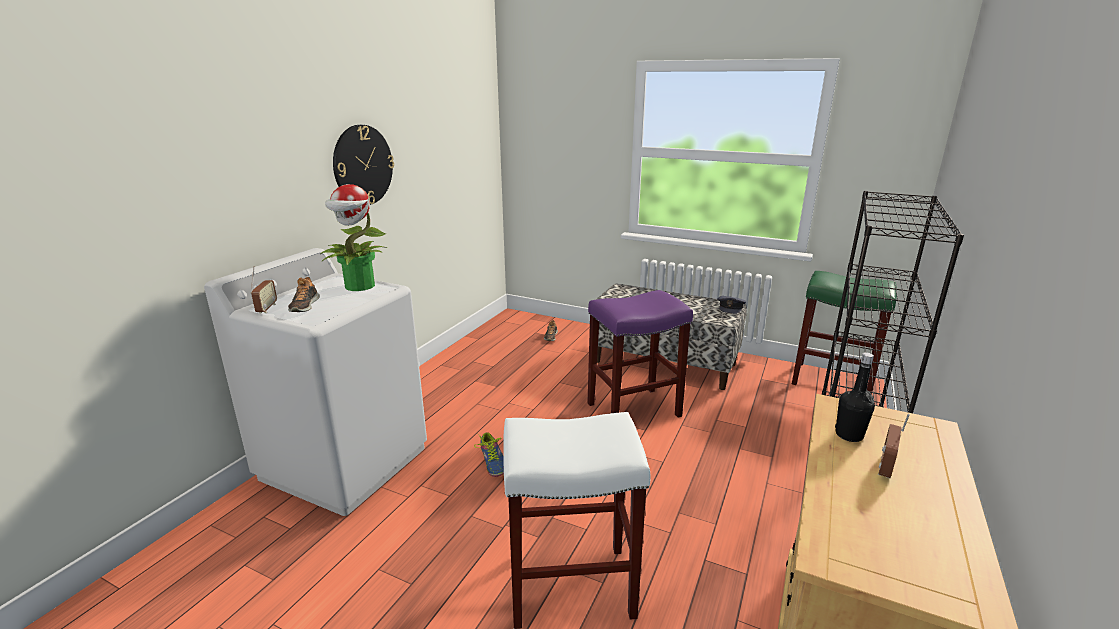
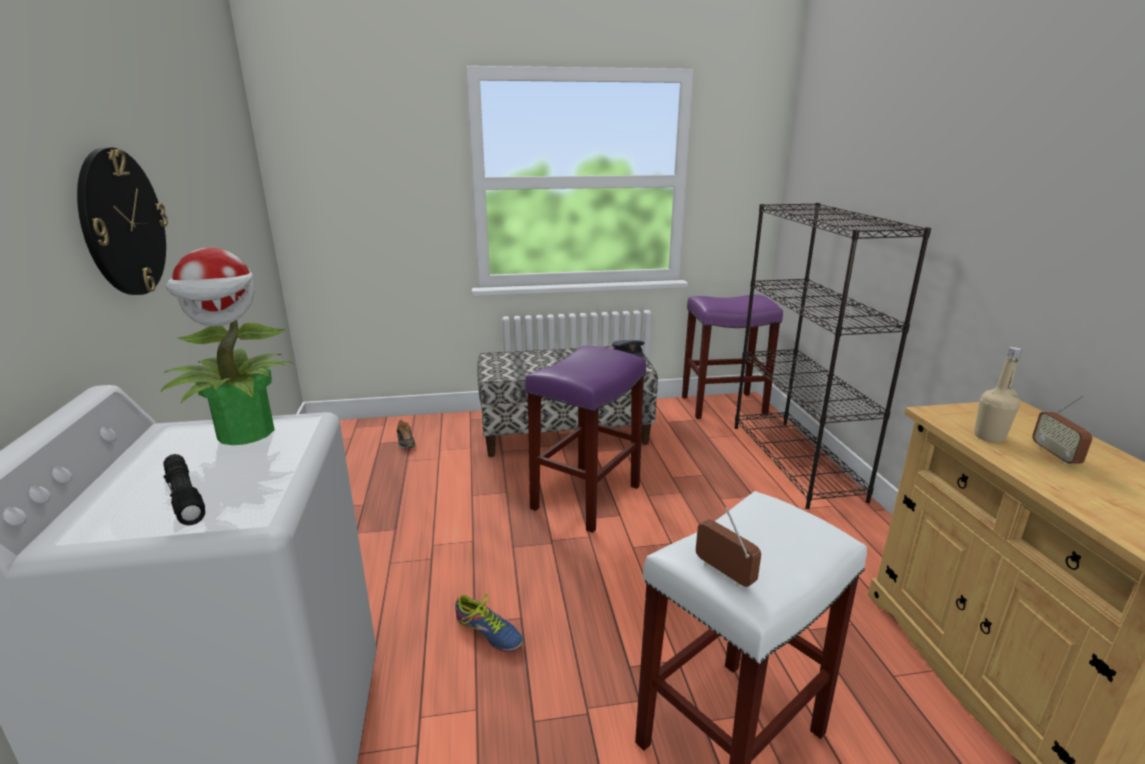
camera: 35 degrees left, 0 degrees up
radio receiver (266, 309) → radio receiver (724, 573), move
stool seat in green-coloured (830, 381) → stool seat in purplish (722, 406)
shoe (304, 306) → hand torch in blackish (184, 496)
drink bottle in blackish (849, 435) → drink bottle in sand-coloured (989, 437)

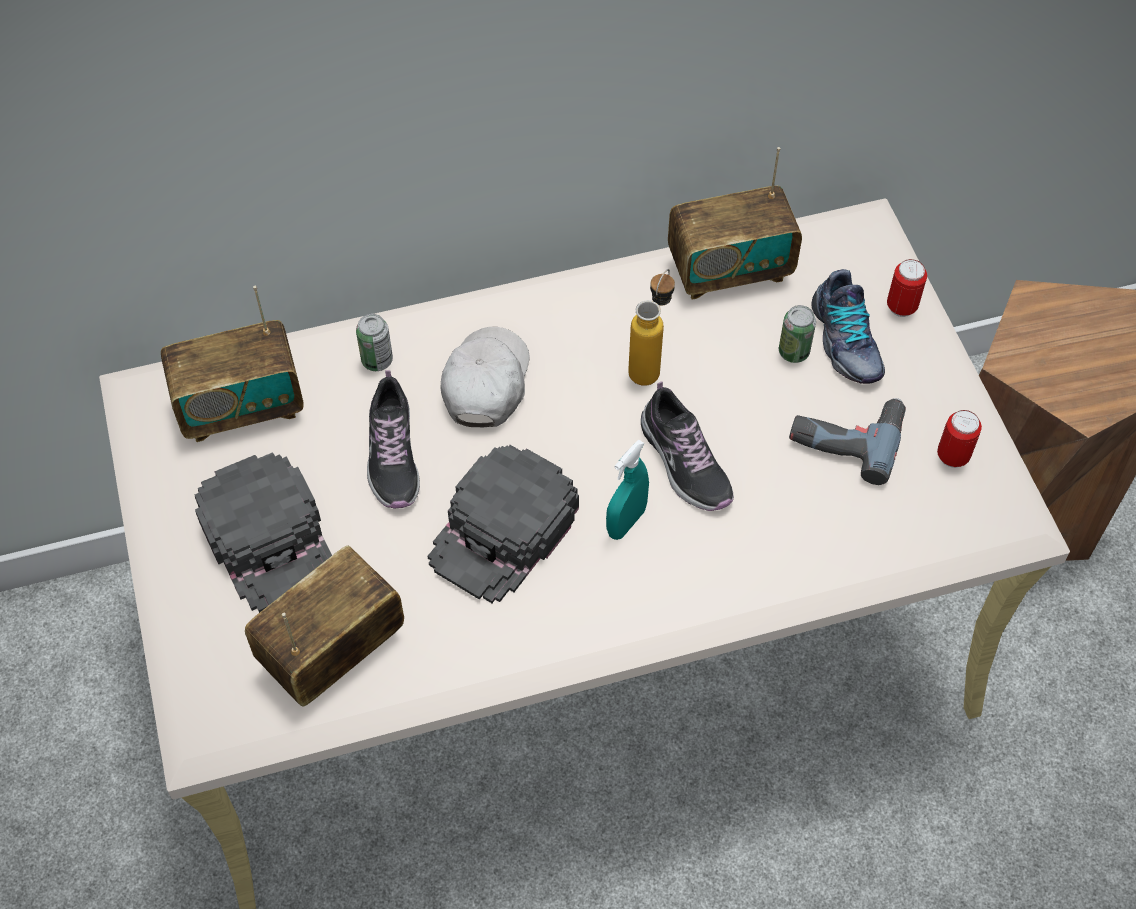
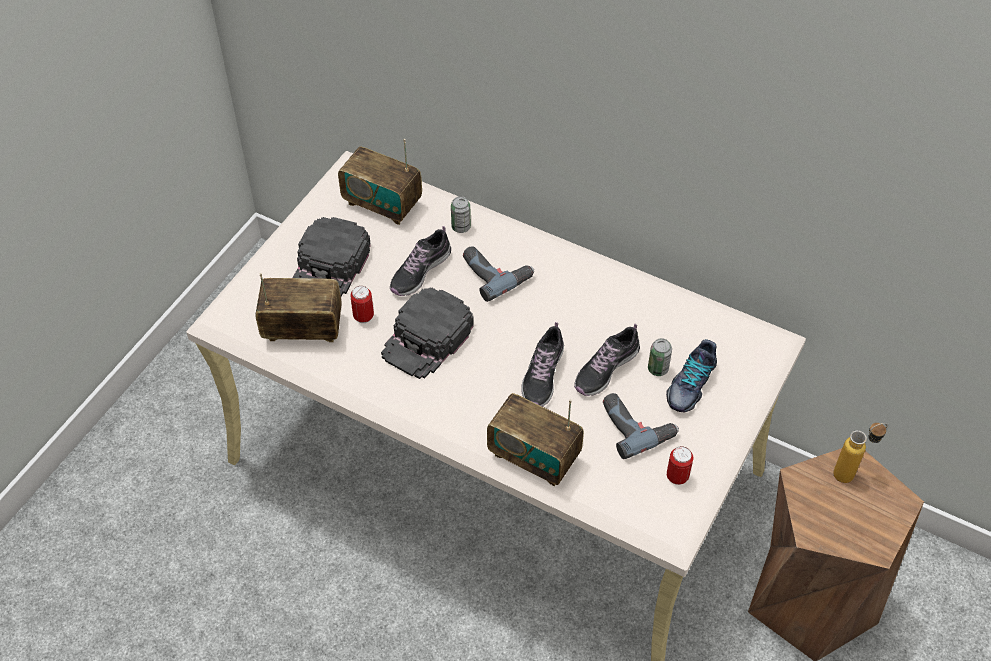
camera: 45 degrees right, 5 degrees down
radio receiver (729, 270) → radio receiver (534, 456), move
sealed can (901, 307) → sealed can (363, 317), move
drink bottle (650, 364) → drink bottle (851, 473), move
cap in white (485, 383) → power drill (495, 272)
sprayer in turquoise-coloured (626, 522) → -
cap in blackish (503, 531) → cap in blackish (427, 339), 45 degrees counterclockwise
- → shoe (606, 369)

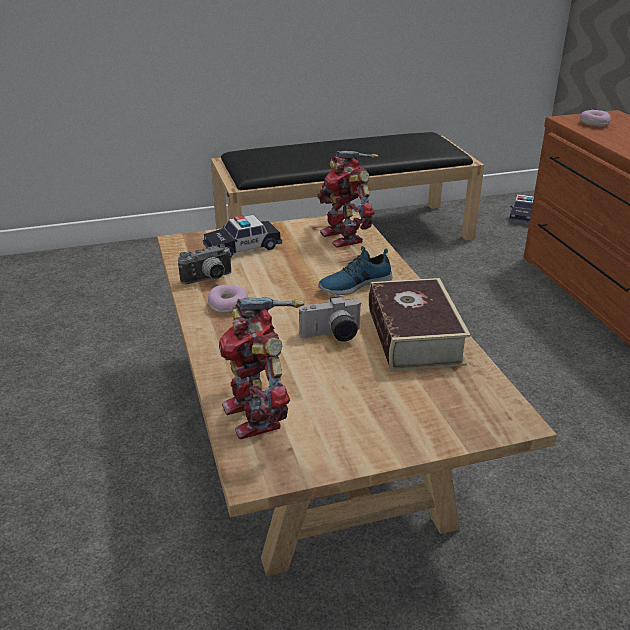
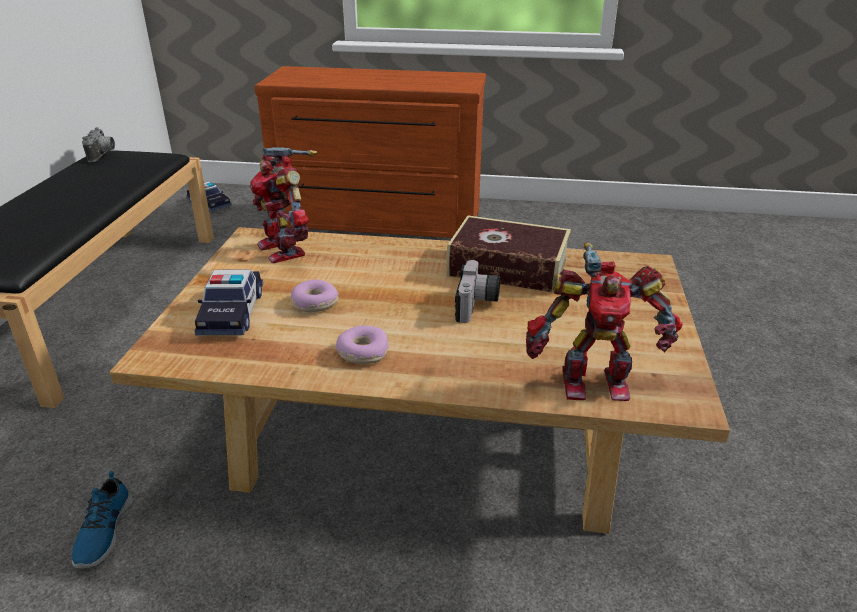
camera: 65 degrees left, 0 degrees up
ring doughnut (594, 123) → ring doughnut (314, 303), move
toy robot (344, 236) → toy robot (285, 249), 60 degrees clockwise
photo camera (209, 280) → photo camera (103, 155), move
shoe (354, 284) → shoe (102, 531), move

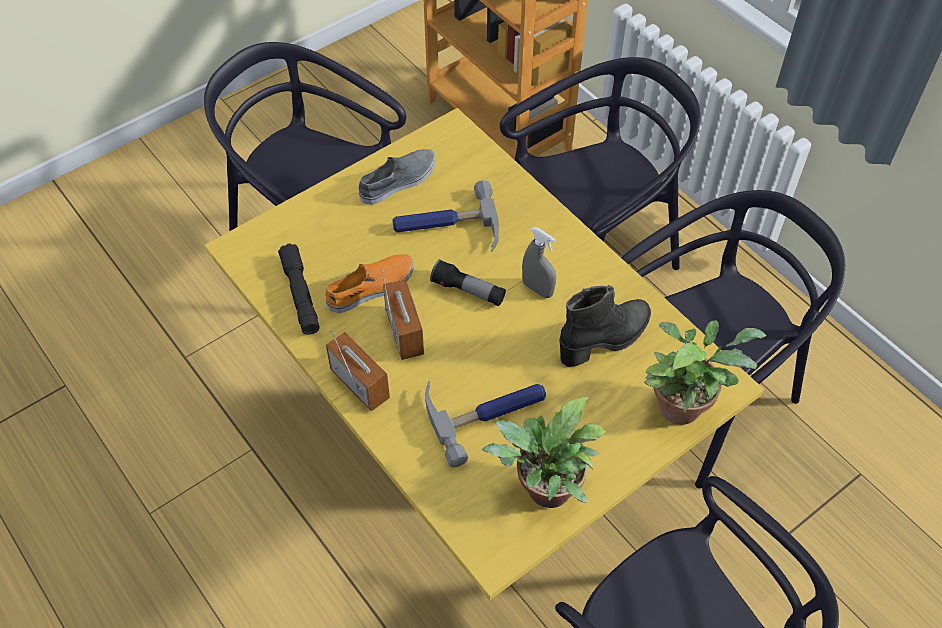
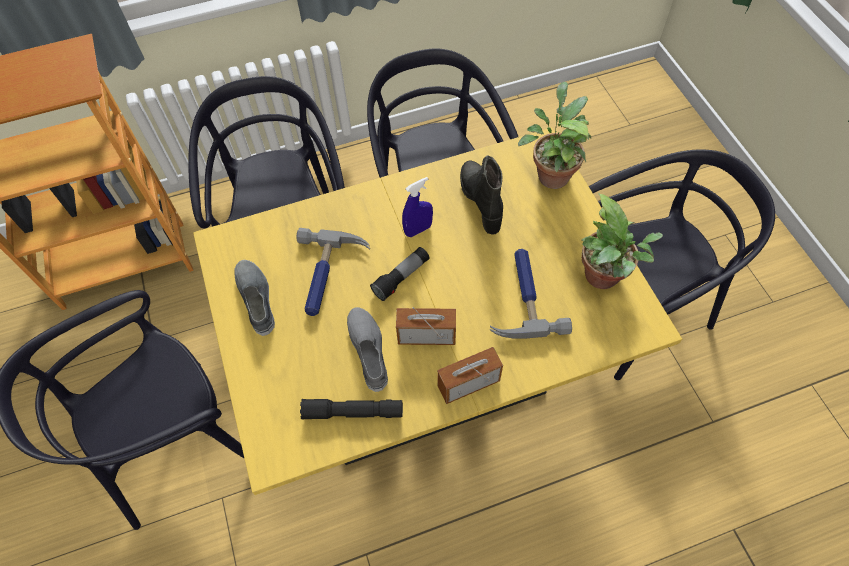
camera: 70 degrees left, 5 degrees up
sprayer in greyish (537, 289) → sprayer in blue-coloured (418, 230)
shoe in orange-coloured (371, 288) → shoe in greyish (369, 350)

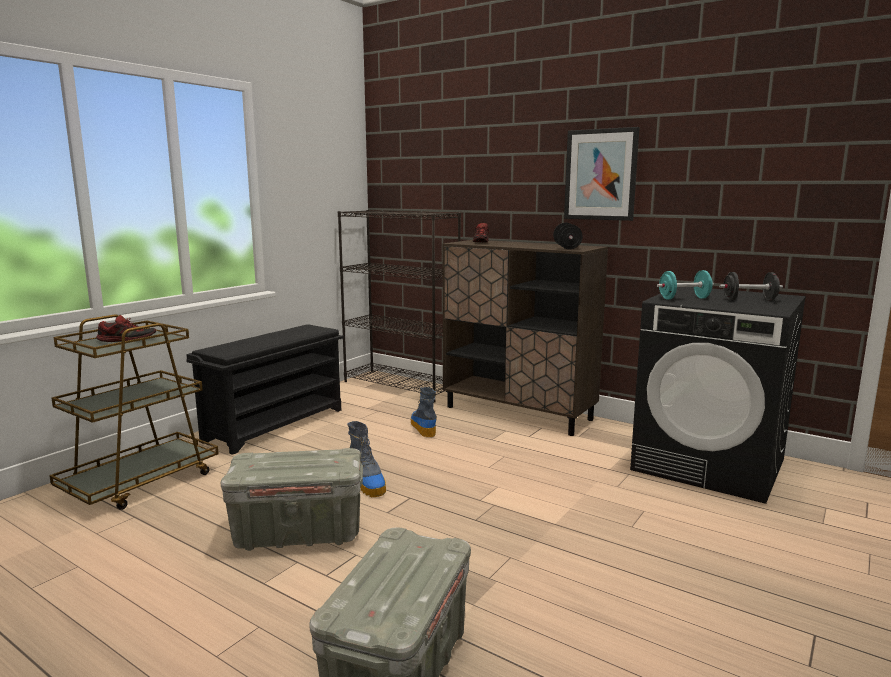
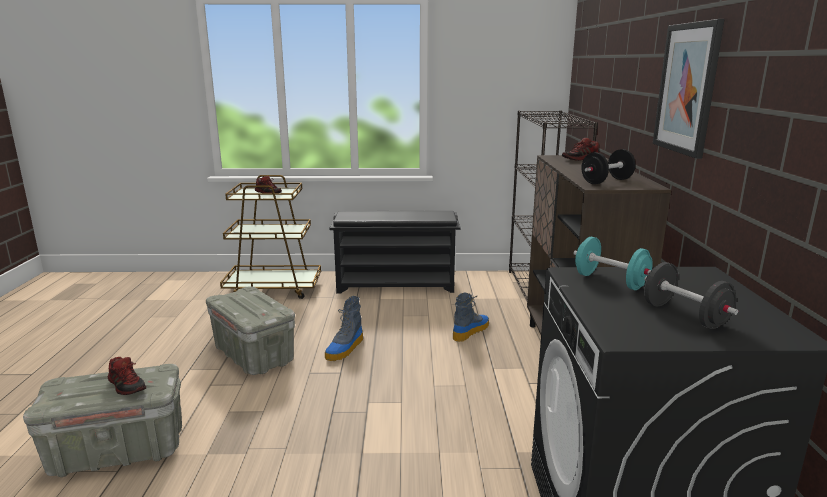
camera: 55 degrees right, 5 degrees up
- → shoe (128, 385)

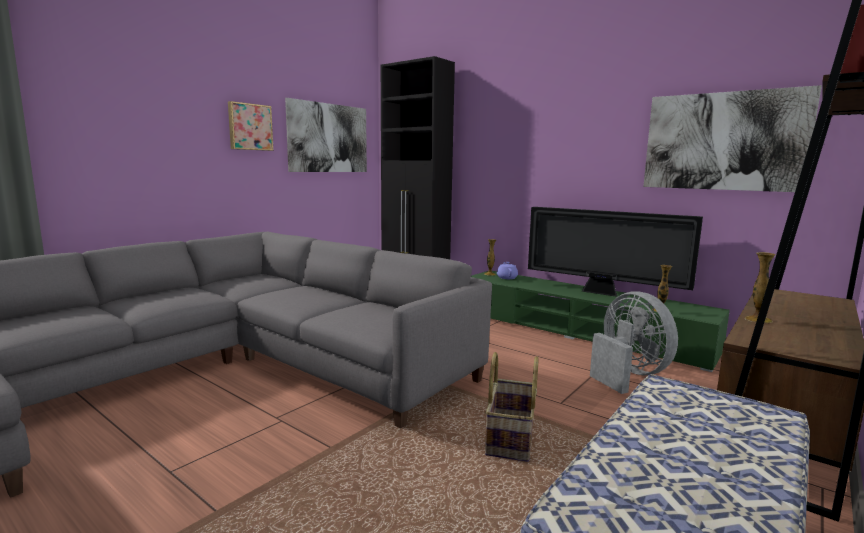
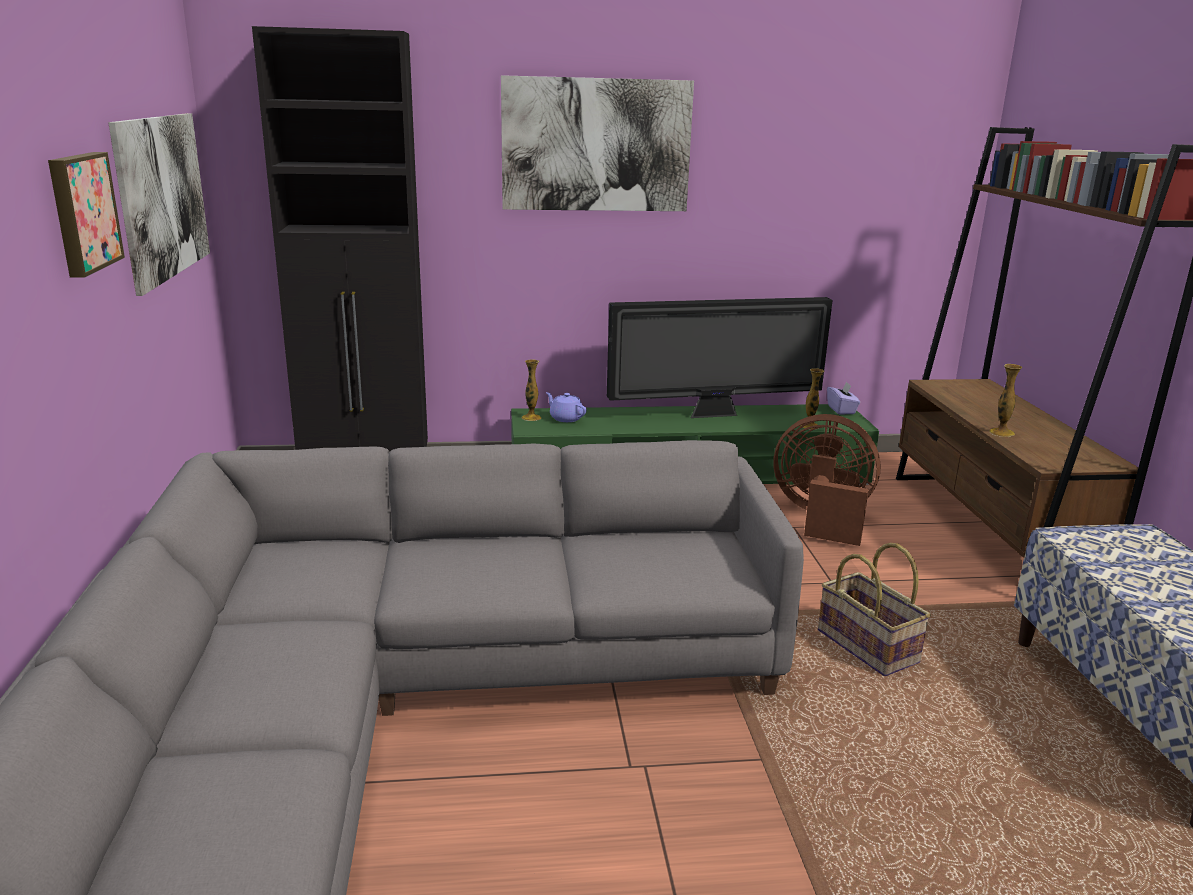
camera: 45 degrees left, 10 degrees up
picture (723, 141) → picture (596, 145), move
fan in greyish (628, 375) → fan in brown-coloured (821, 518)
- → box of tissues in purplish (841, 410)

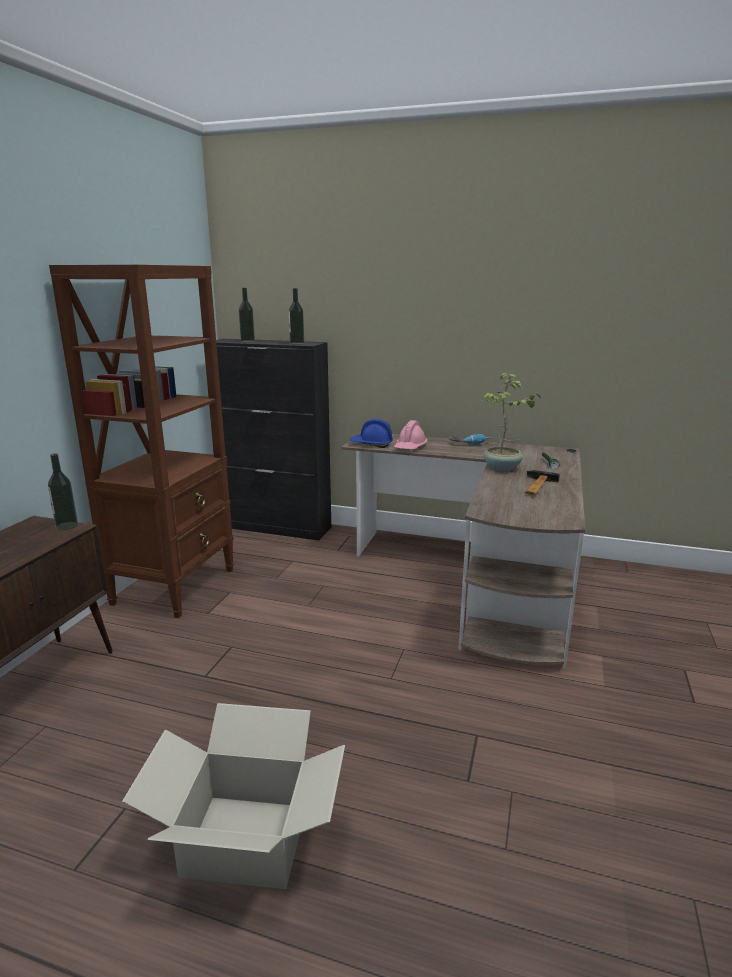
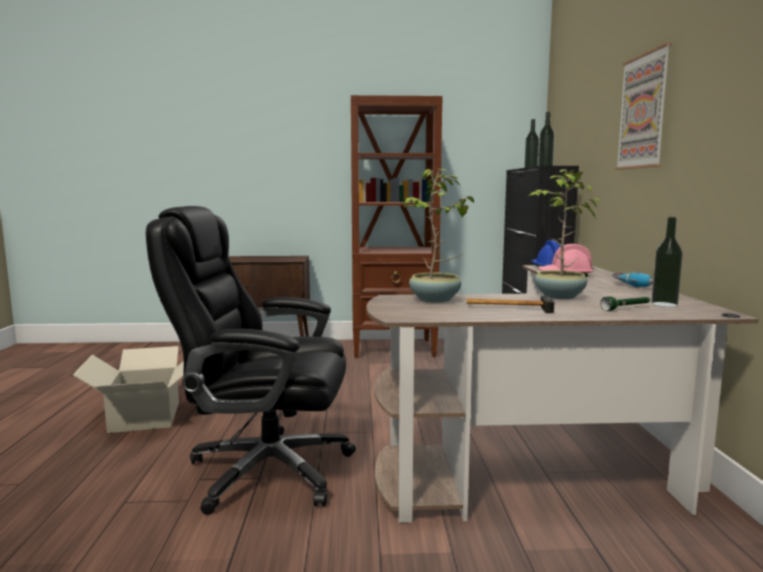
camera: 70 degrees right, 10 degrees down
drink bottle (67, 526) → drink bottle (664, 304), move
- → picture (643, 112)
- → plant in a pot (436, 300)
- → desk chair in blackish (265, 470)

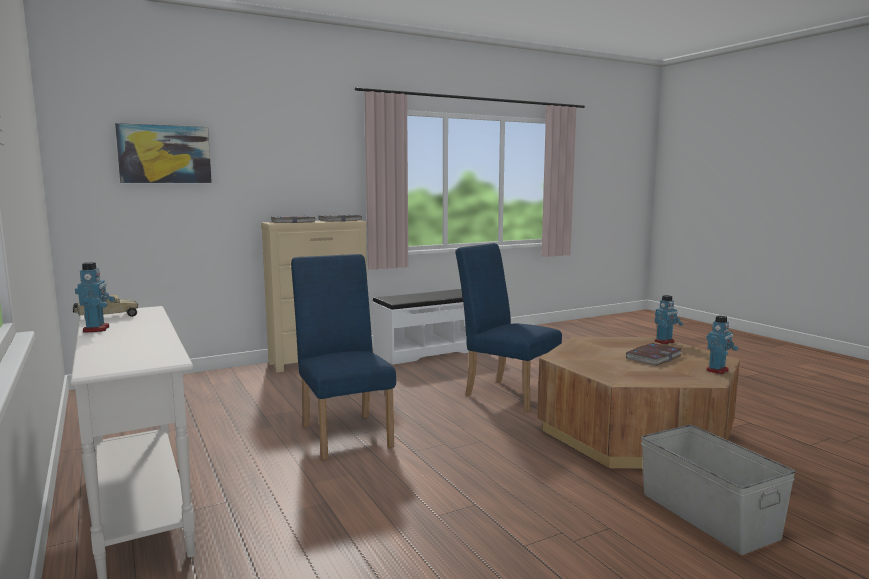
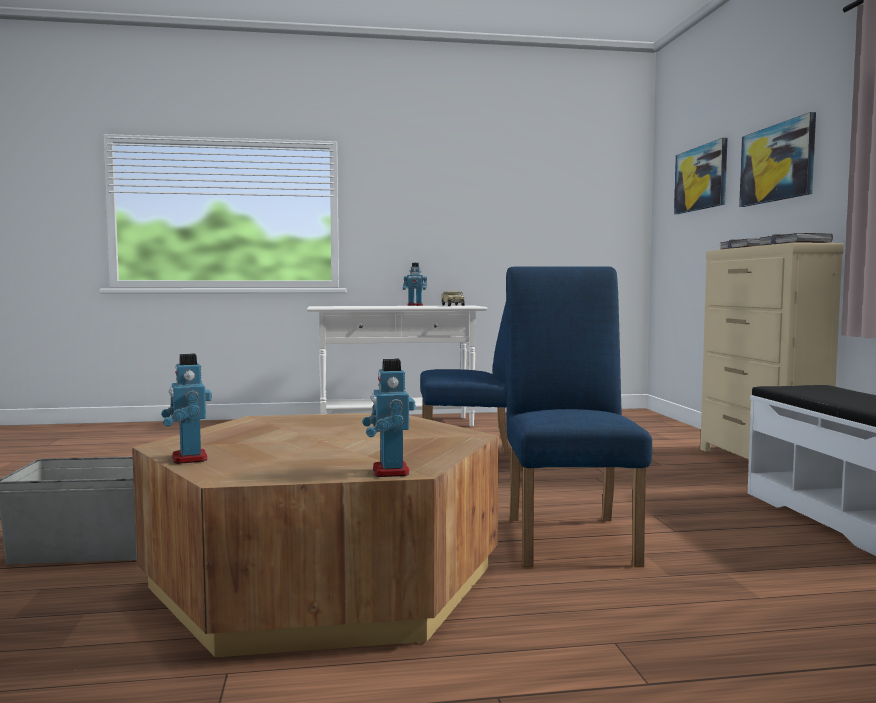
camera: 110 degrees right, 5 degrees down
chair in blue-coloured (506, 393) → chair in blue-coloured (569, 536), 60 degrees counterclockwise
bound book (653, 357) → -
- → picture (777, 163)

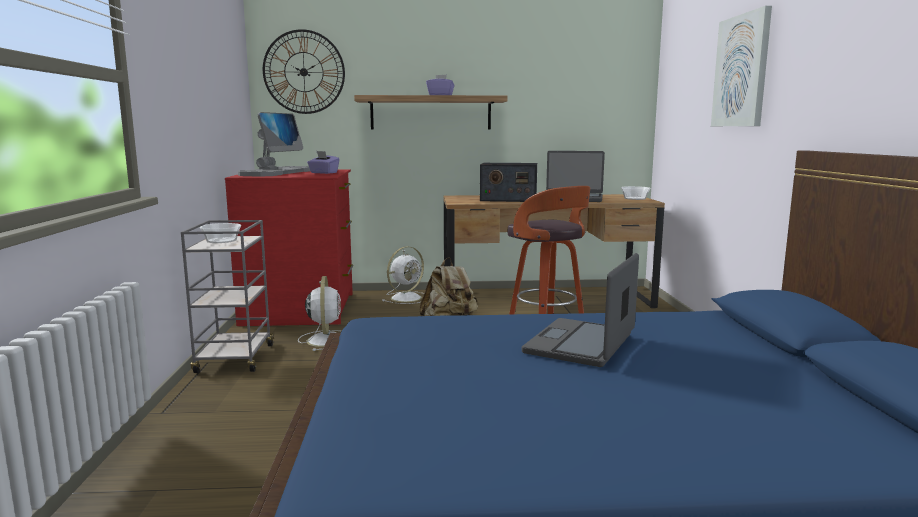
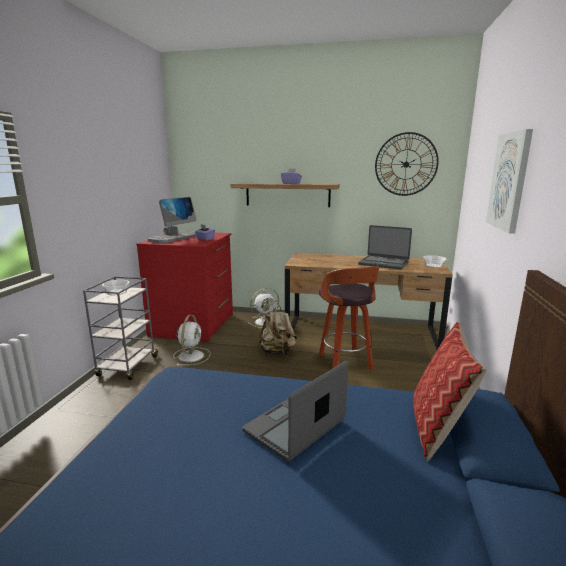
camera: 15 degrees right, 5 degrees up
hanging clock (304, 72) → hanging clock (406, 164), move
radio receiver (508, 199) → -
- → pillow (437, 428)

